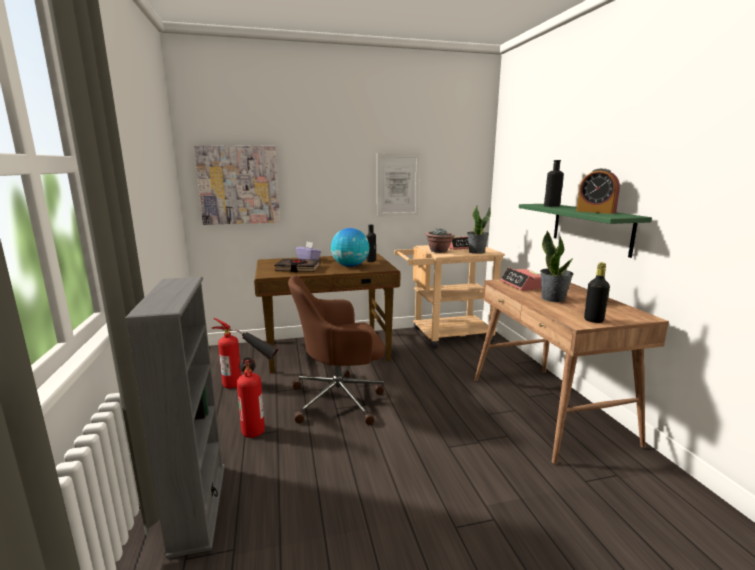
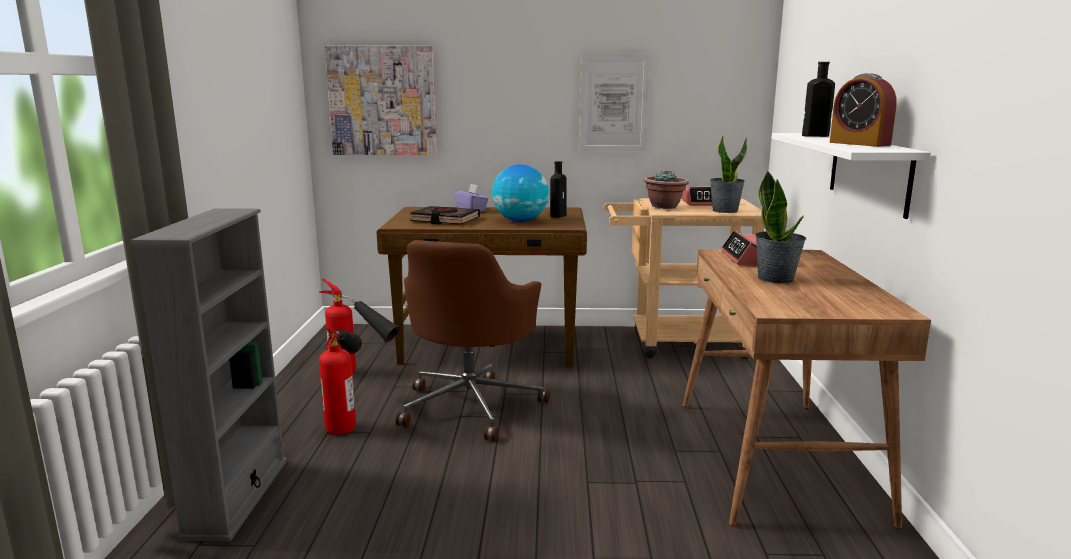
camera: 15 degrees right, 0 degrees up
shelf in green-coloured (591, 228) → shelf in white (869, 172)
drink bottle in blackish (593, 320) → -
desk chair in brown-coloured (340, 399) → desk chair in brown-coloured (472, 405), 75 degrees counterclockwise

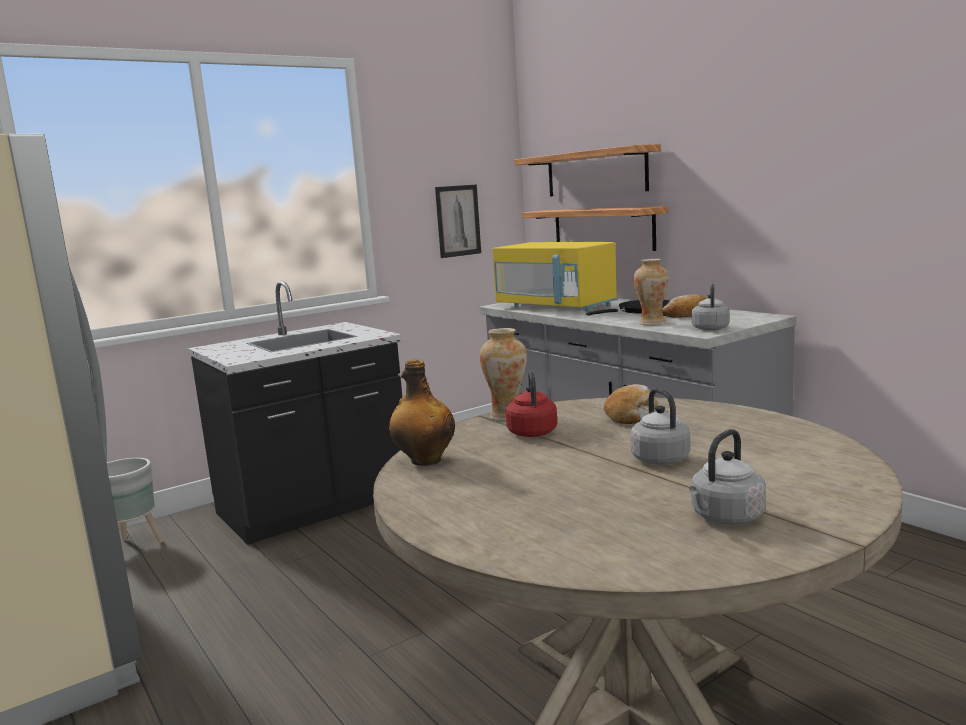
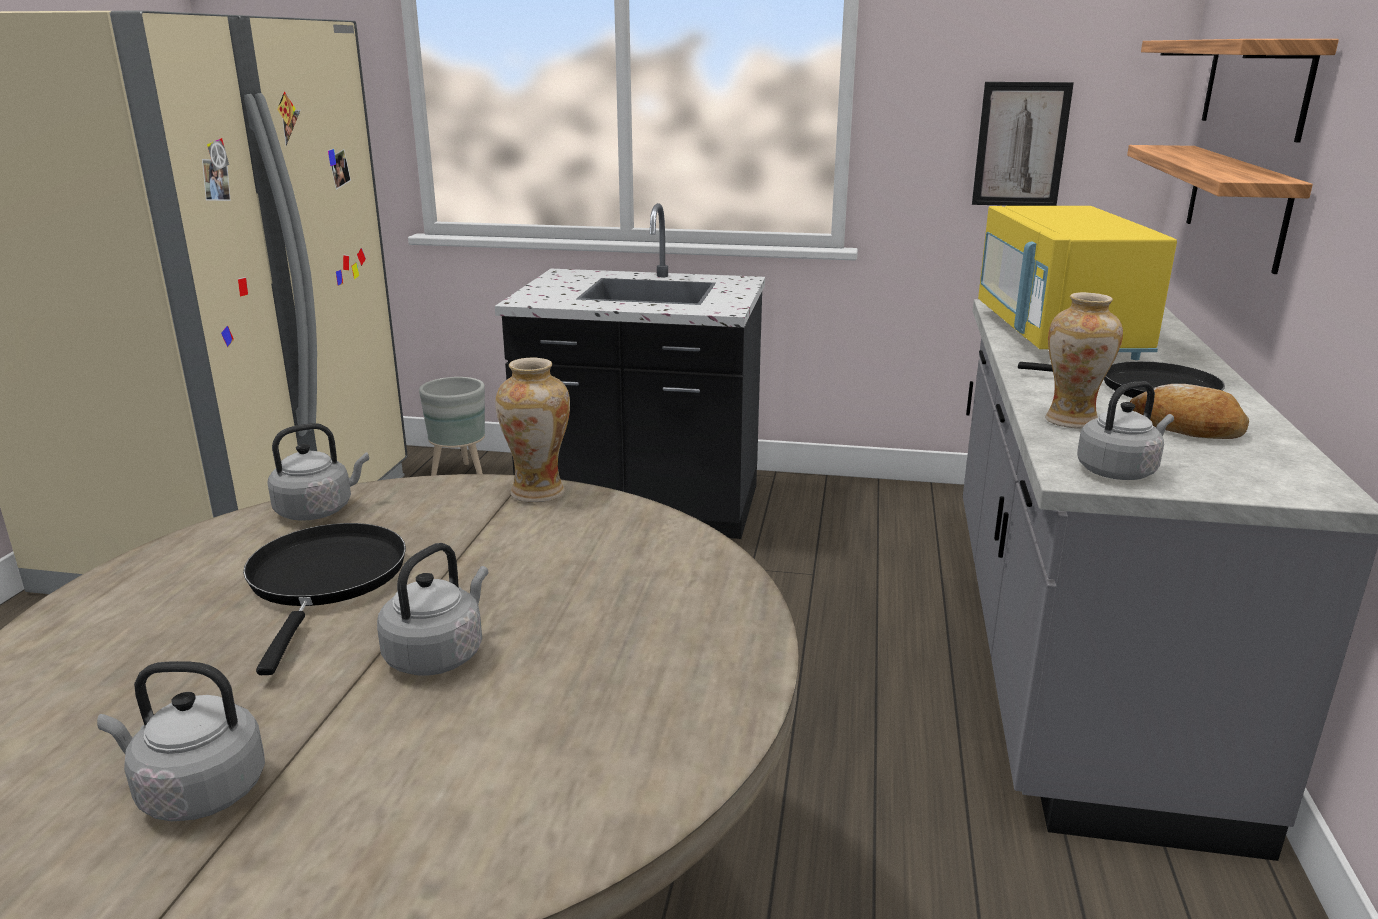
camera: 45 degrees right, 10 degrees up
drink bottle (424, 461) → tea kettle in greyish (318, 510)
tea kettle in reddish (532, 432) → -
bread (632, 415) → -
- → skillet in blackish (325, 580)

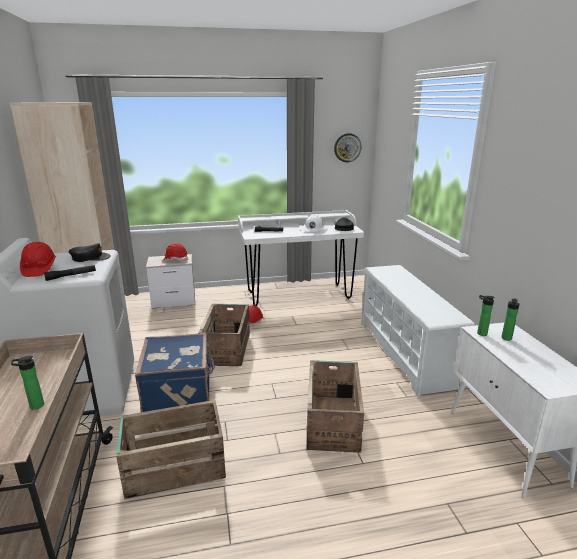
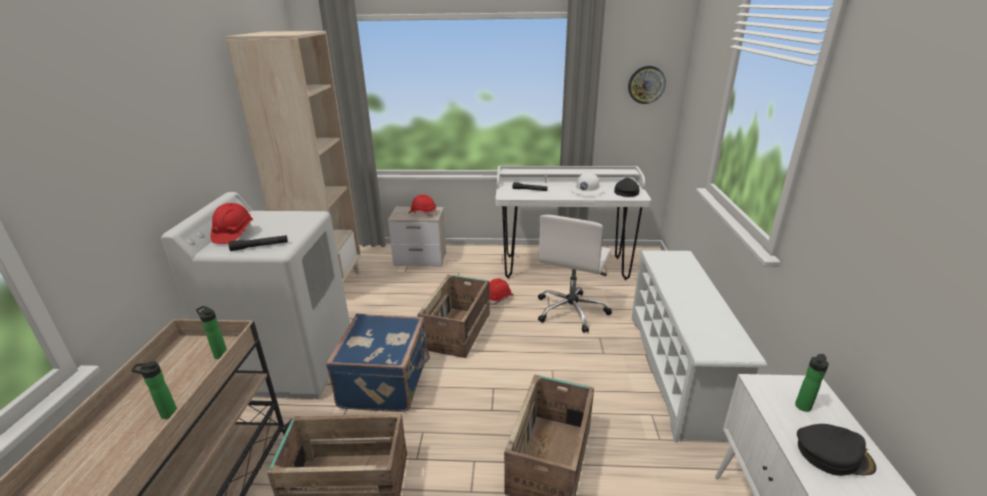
camera: 15 degrees right, 5 degrees up
cap in blackish (90, 257) → cap in blackish (832, 454), move
drink bottle (480, 333) → drink bottle (219, 354), move
- → desk chair in white (571, 311)

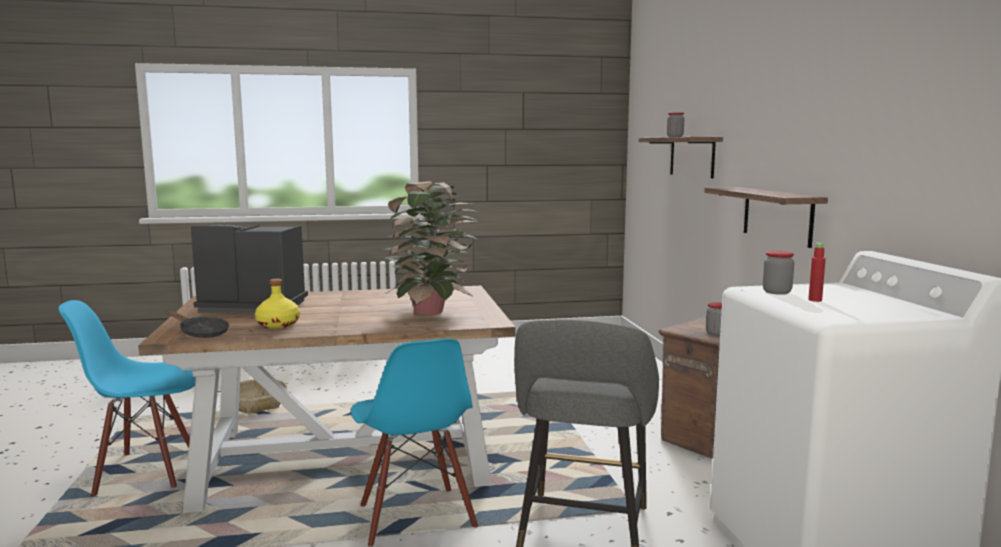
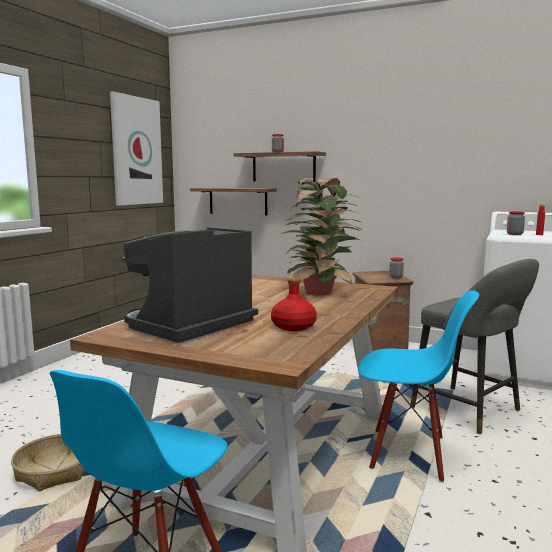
camera: 55 degrees left, 0 degrees up
shelf (777, 215) → shelf (238, 201), move
drink bottle in yellow (278, 324) → drink bottle in reddish (294, 326)
skillet in blackish (201, 333) → -
- → picture (136, 151)

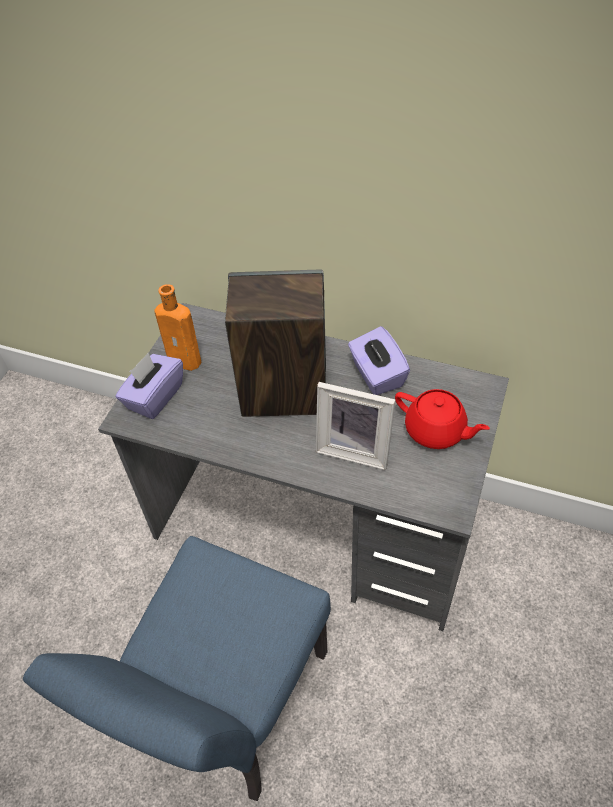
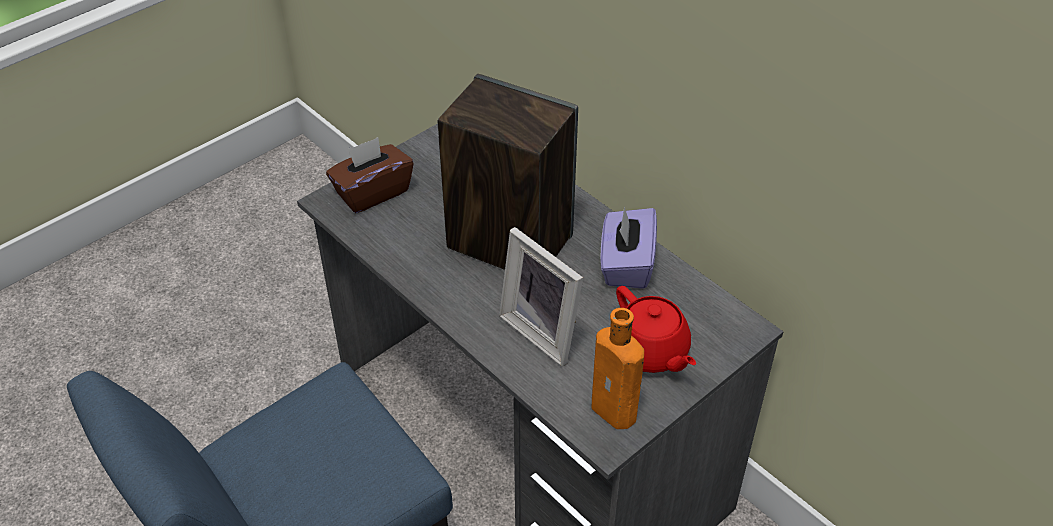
camera: 25 degrees right, 5 degrees down
drink bottle in orange-coloured (187, 361) → drink bottle in orange-coloured (616, 412), move
box of tissues in purplish (154, 397) → box of tissues in brown-coloured (372, 192)

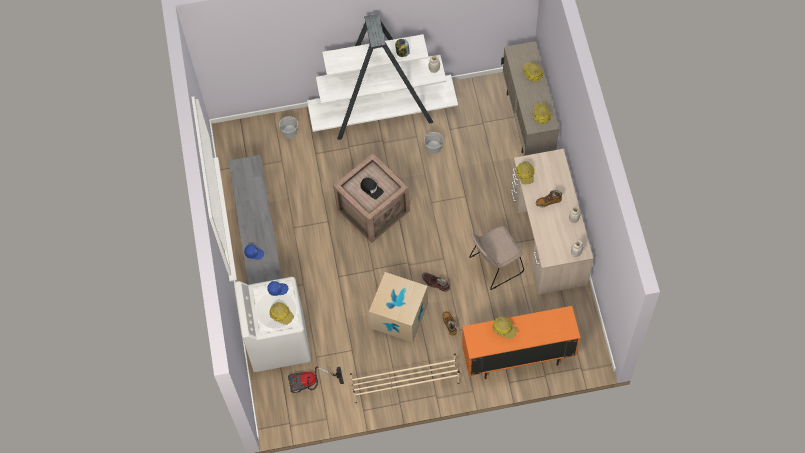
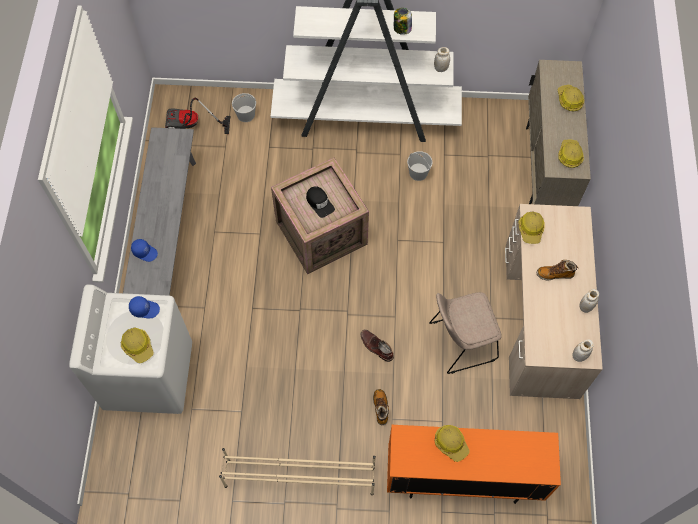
camera: 10 degrees right, 0 degrees up
carton (399, 315) → -
hoover (311, 383) → hoover (192, 126), move

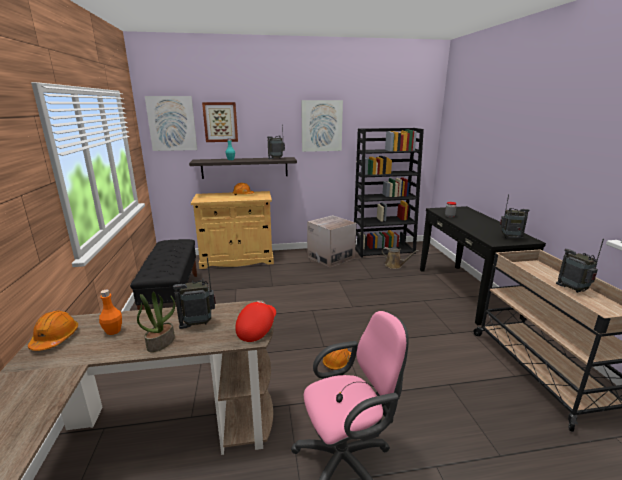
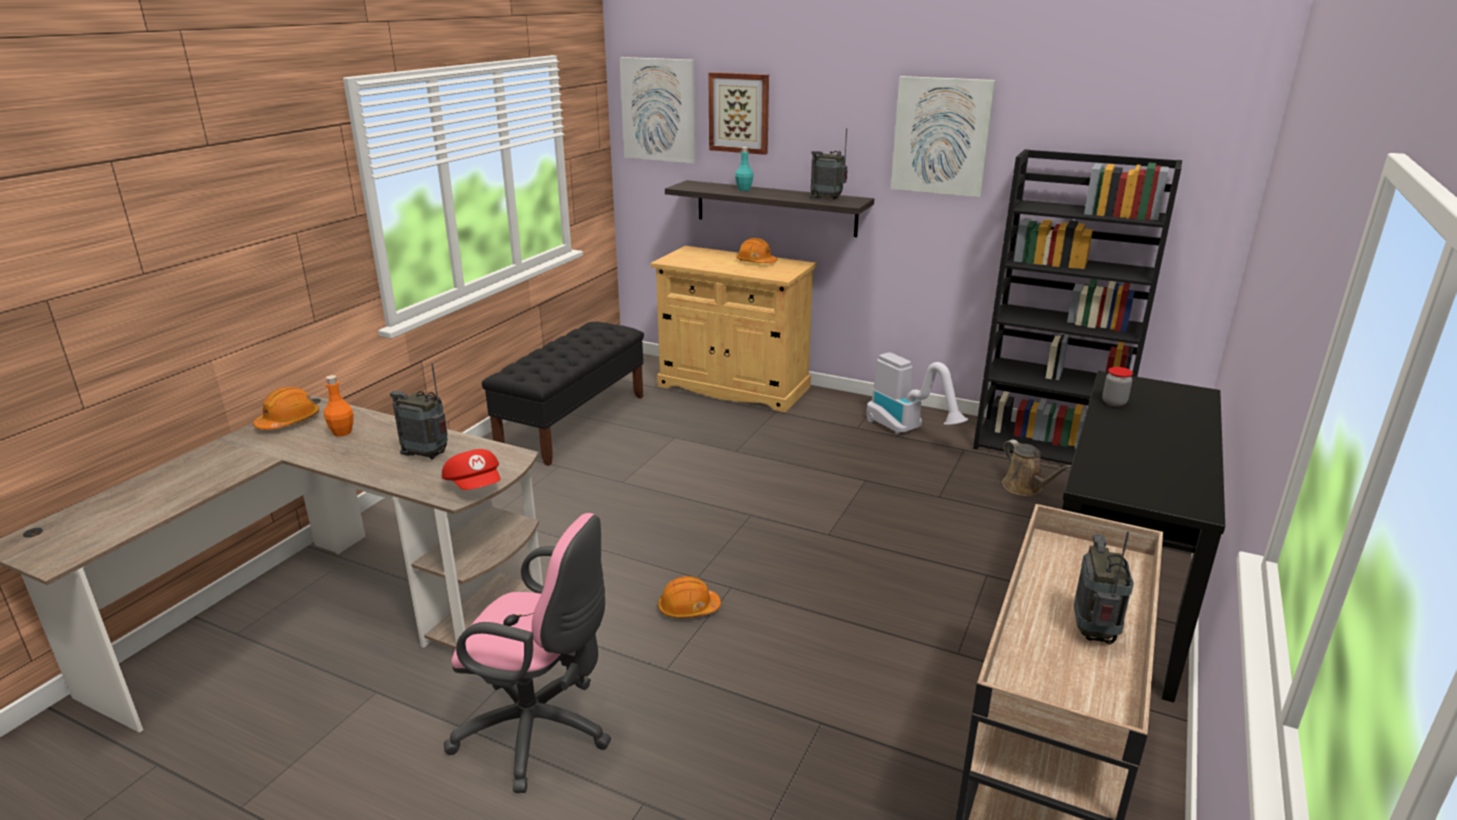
camera: 35 degrees right, 5 degrees up
radio receiver (510, 238) → -
carton (330, 257) → hoover (908, 431)
plant in a pot (161, 342) → -
cap in reddish (256, 328) → cap in reddish (475, 486), 90 degrees clockwise

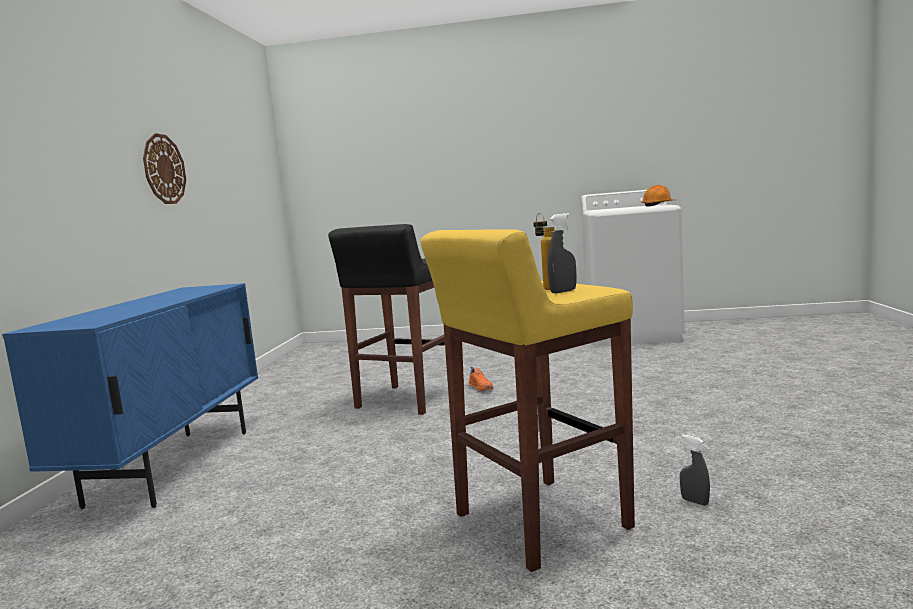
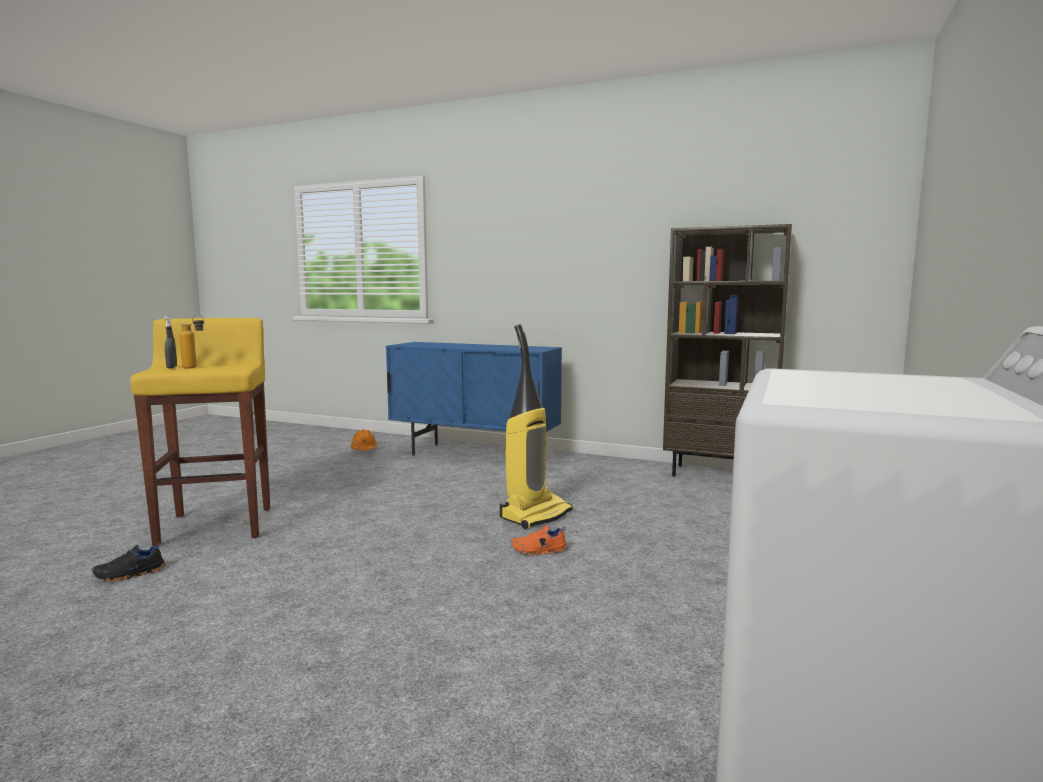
camera: 105 degrees right, 0 degrees up
hanging clock (164, 169) → -
work helmet in orange-coloured (658, 205) → work helmet in orange-coloured (364, 449), move
stool seat in blackish (406, 400) → hoover (535, 515)
sprayer in greyish (695, 502) → shoe in blackish (130, 575)
- → bookcase in brown-coloured (719, 475)

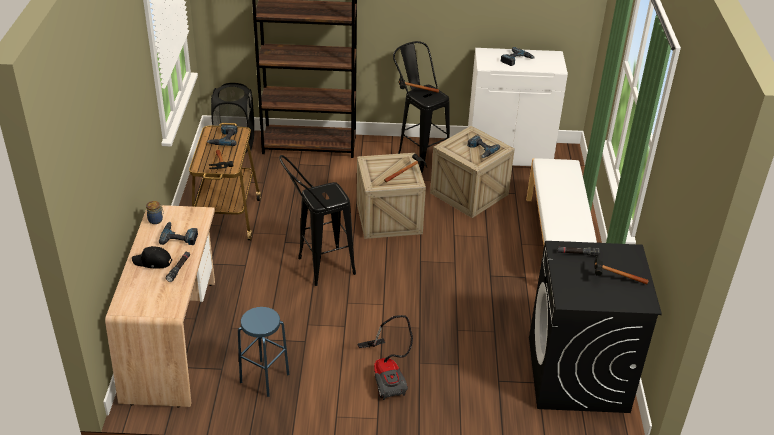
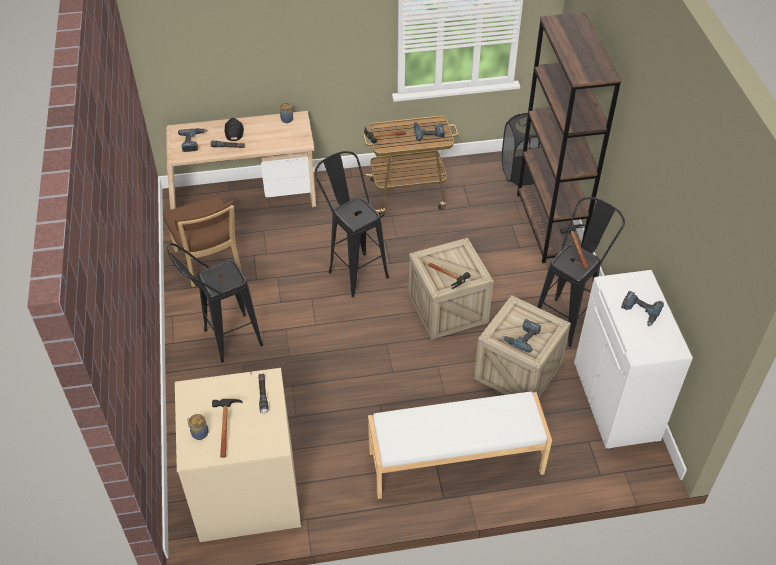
camera: 80 degrees right, 10 degrees up
power drill (179, 236) → power drill (193, 141), move
washing machine in blackish (578, 375) → washing machine in sand-coloured (246, 493)
stool seat in blue-coloured (264, 378) → chair in brown-coloured (209, 263)
hoover (387, 375) → stool seat in blackish (224, 341)
- → storage jar (199, 433)

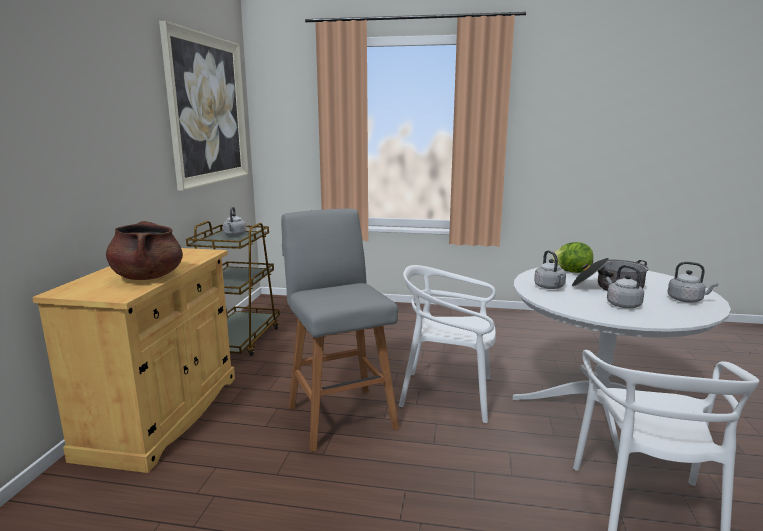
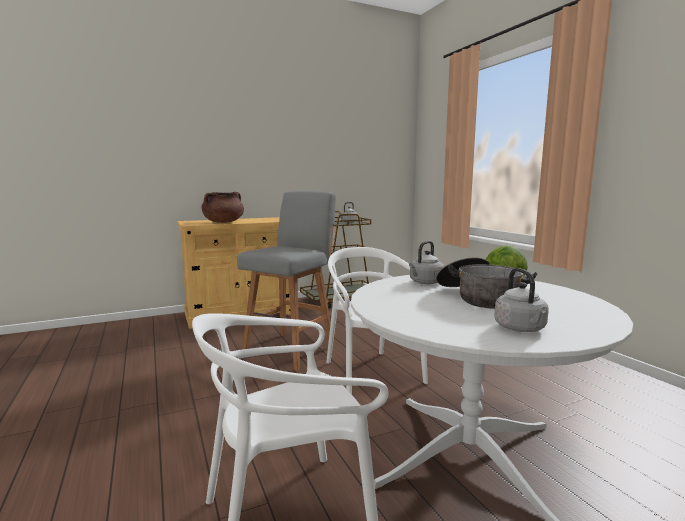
camera: 55 degrees right, 5 degrees down
picture (208, 110) → -
tea kettle in greyish (622, 304) → -

